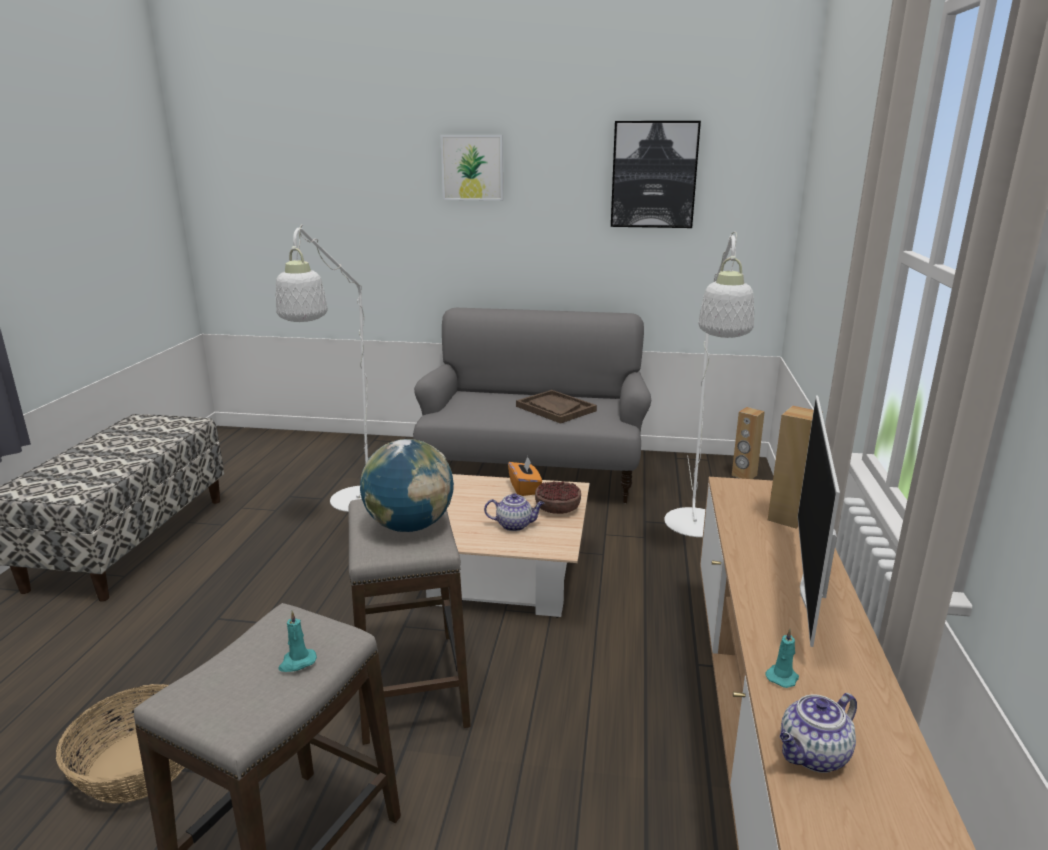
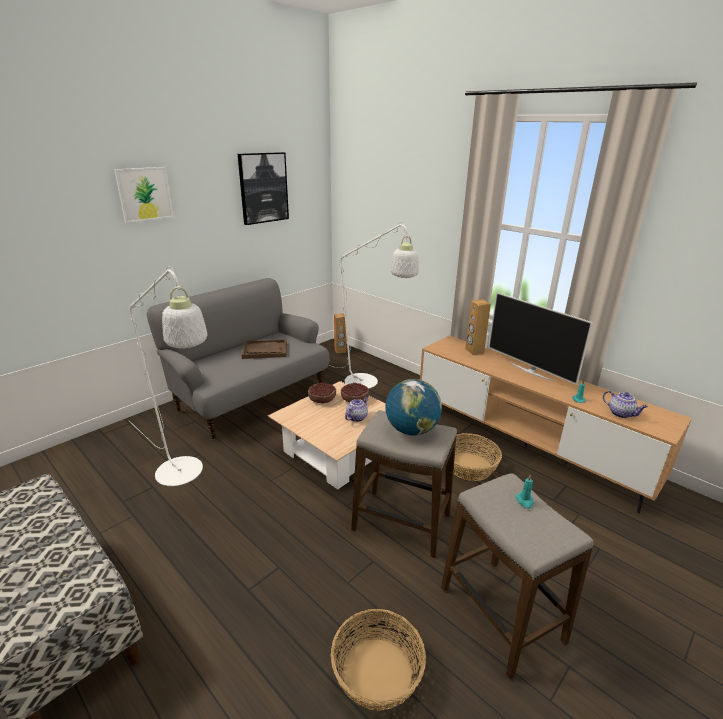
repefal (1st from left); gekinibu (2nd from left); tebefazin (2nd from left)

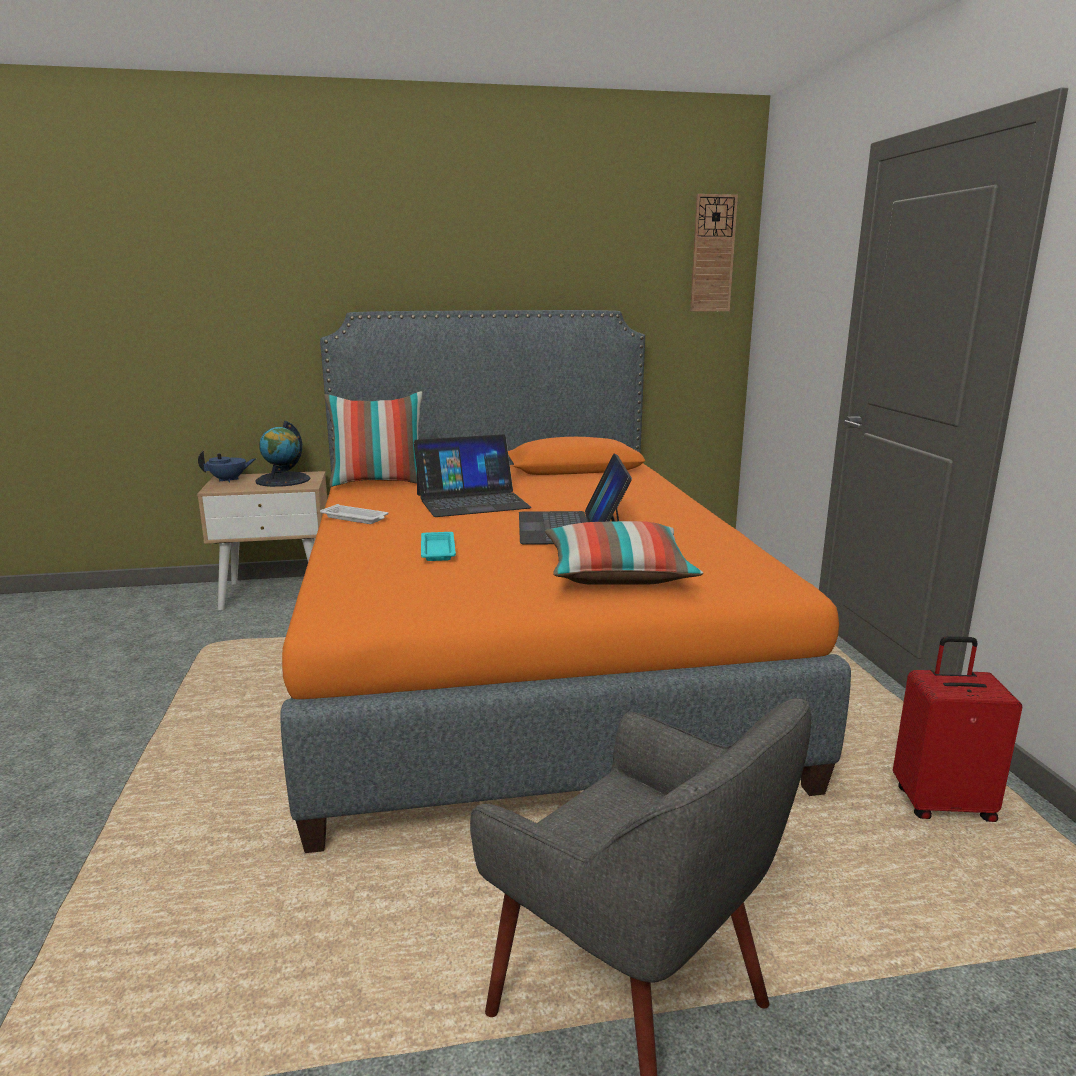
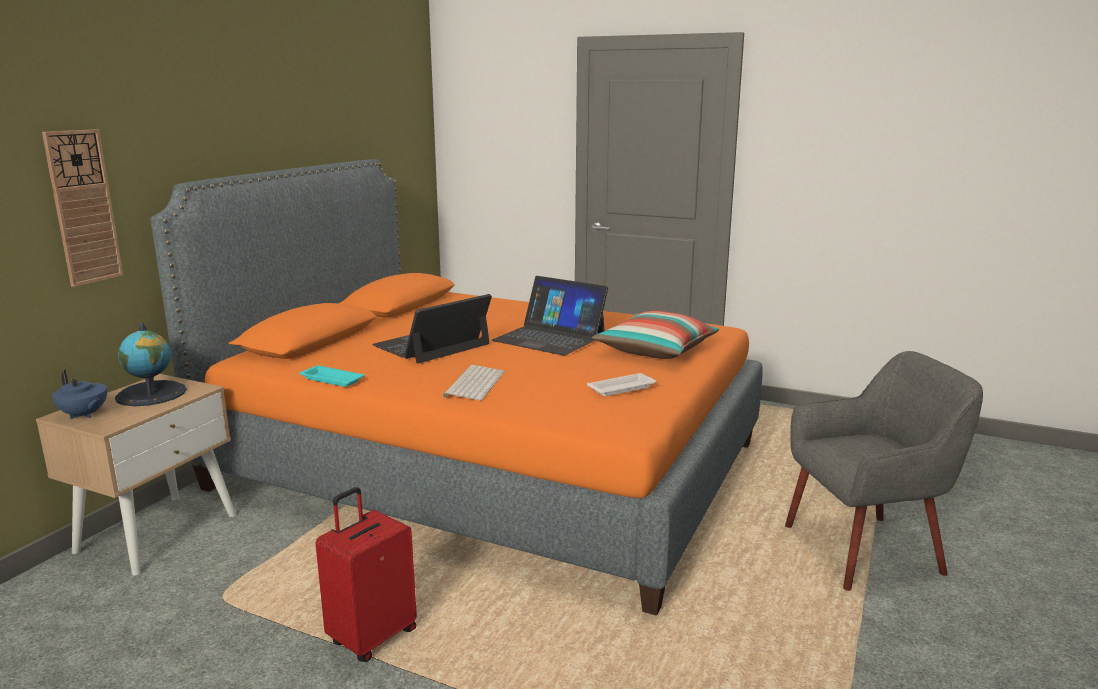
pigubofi; tebefazin (blue); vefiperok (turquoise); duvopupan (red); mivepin (1st from left); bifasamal; vefiperok (white); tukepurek (1st from left in the first image)

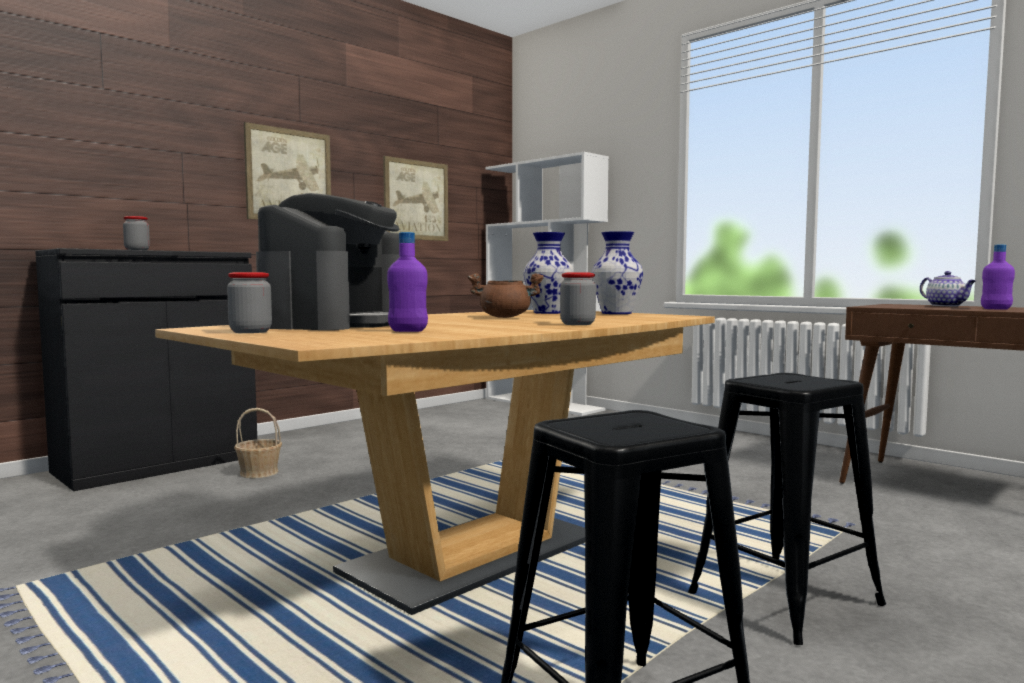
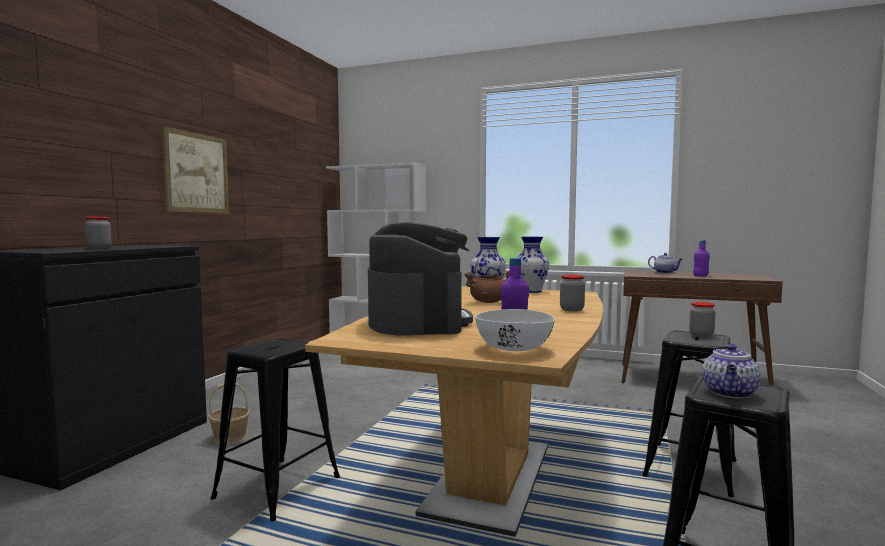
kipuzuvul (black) (1st from left); repefal (white); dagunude (3rd from left); tebefazin (2nd from left); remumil (2nd from left in the first image)

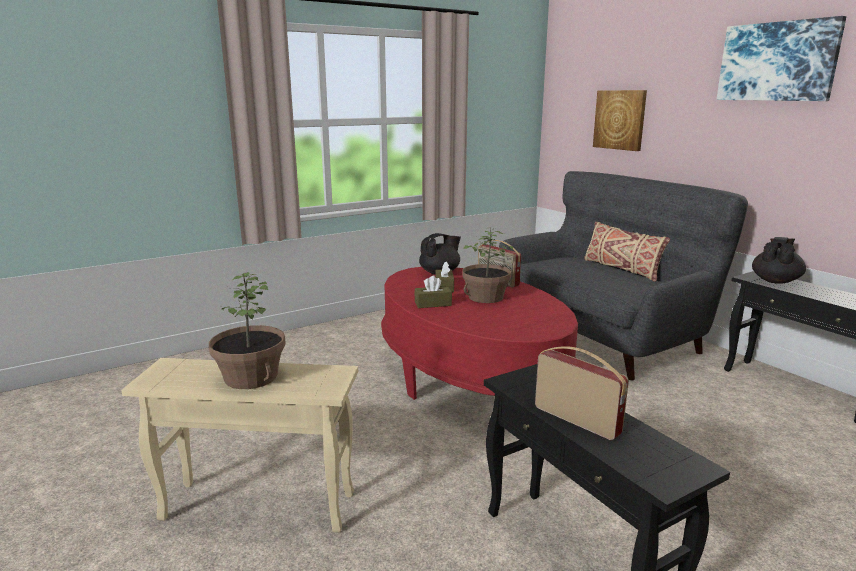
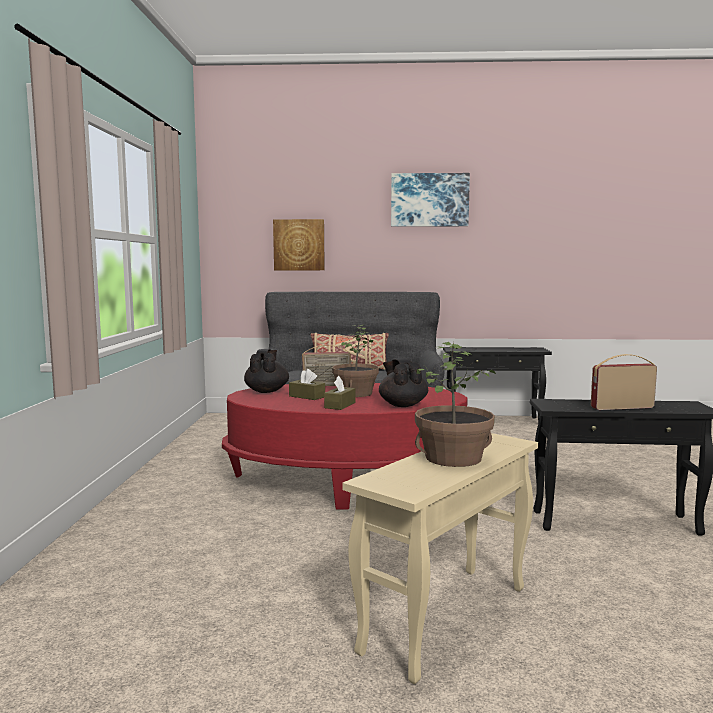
tebefazin (black) (2nd from left)

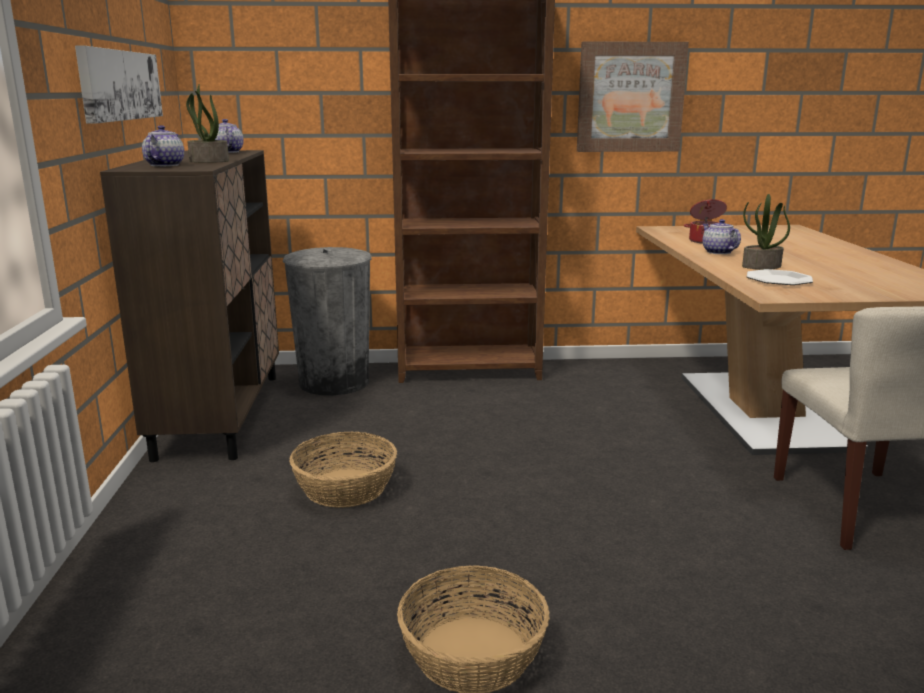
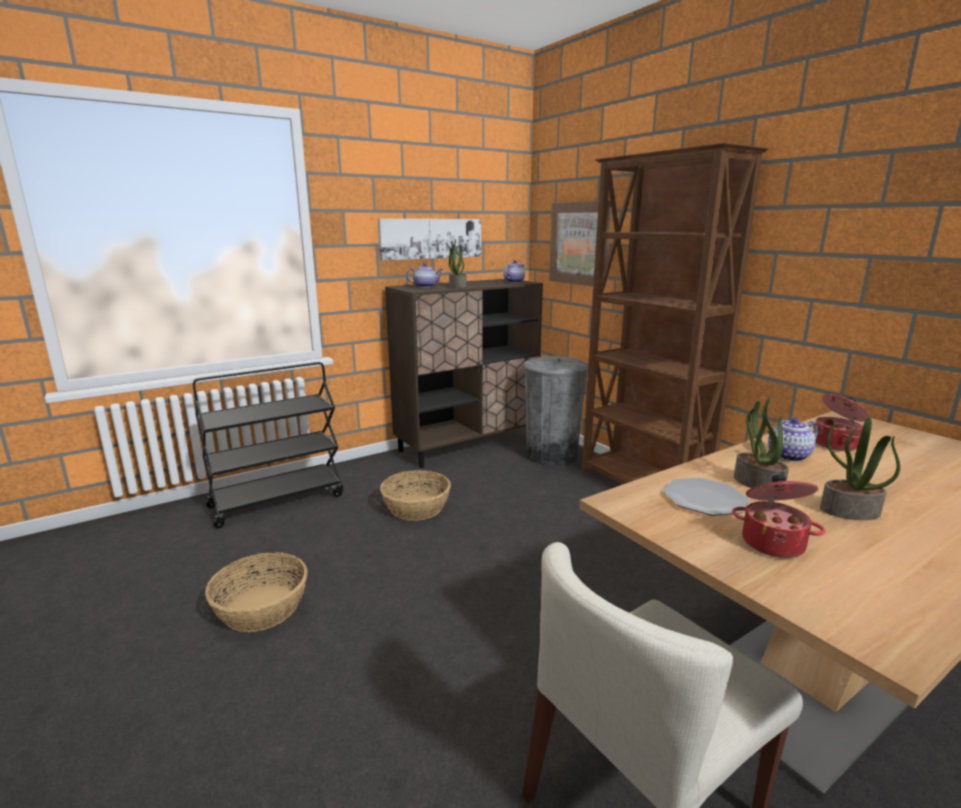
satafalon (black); remumil (2nd from left); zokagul (1st from left); tebefazin (3rd from left); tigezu (3rd from left)

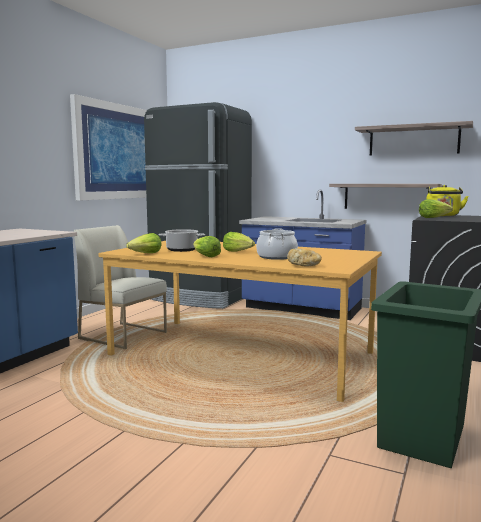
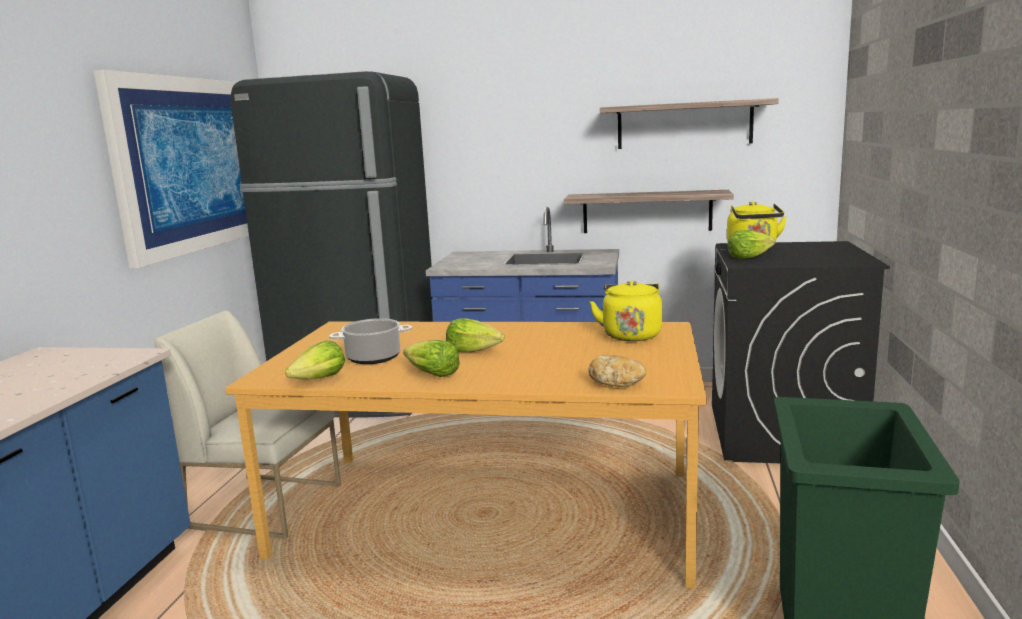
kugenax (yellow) (1st from left); zokagul (2nd from left in the first image)

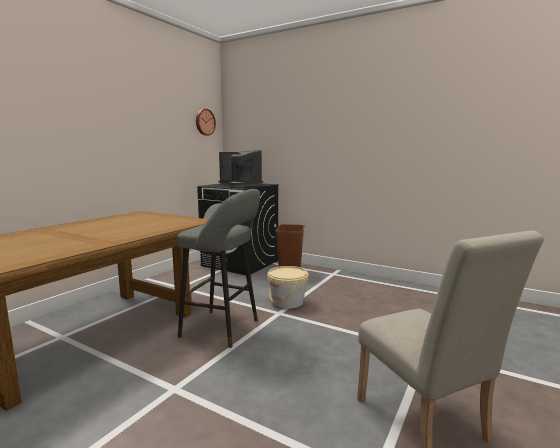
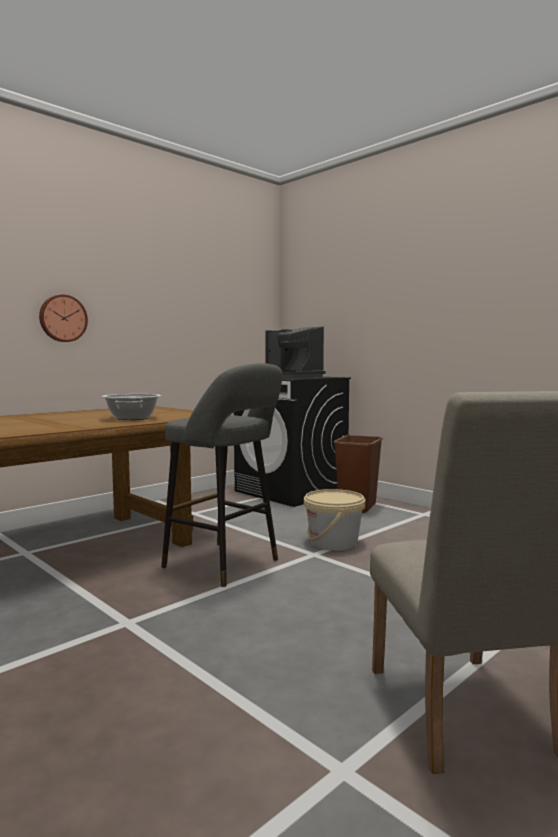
pigubofi; zokagul

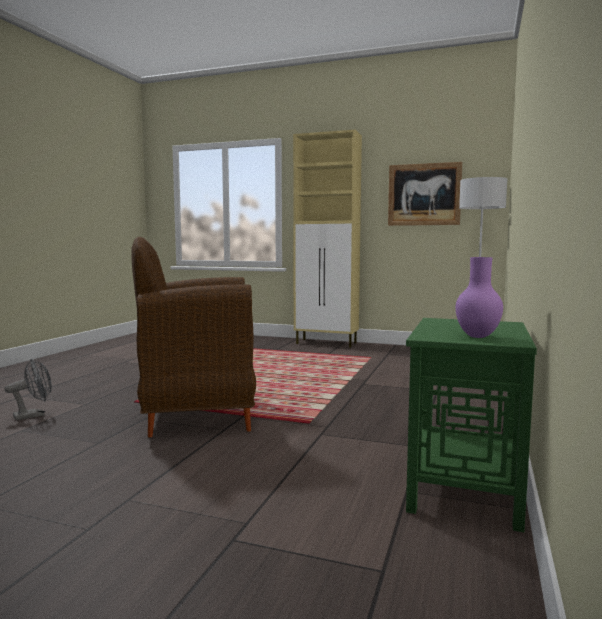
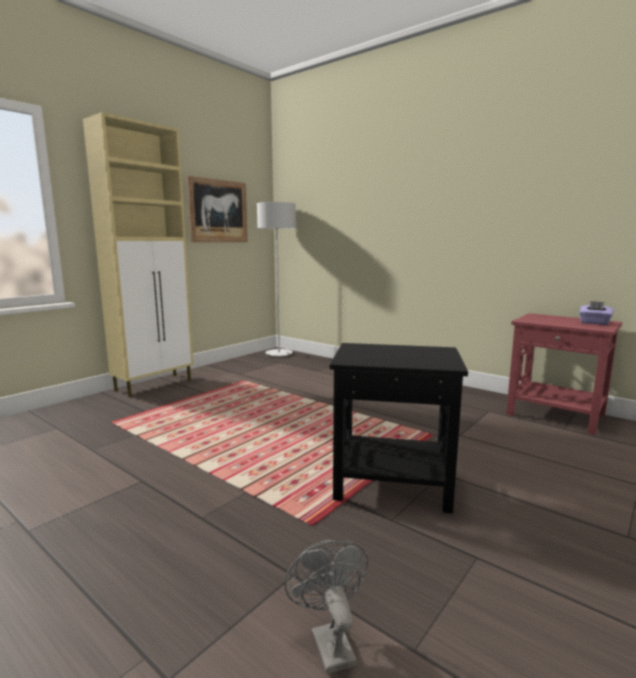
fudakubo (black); fudakubo (red); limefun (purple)

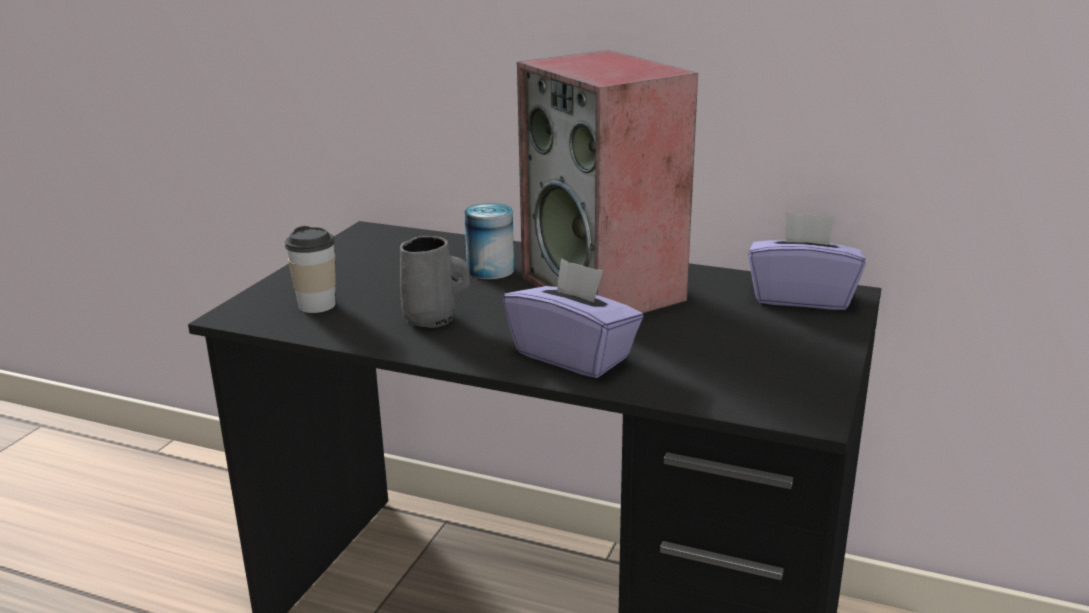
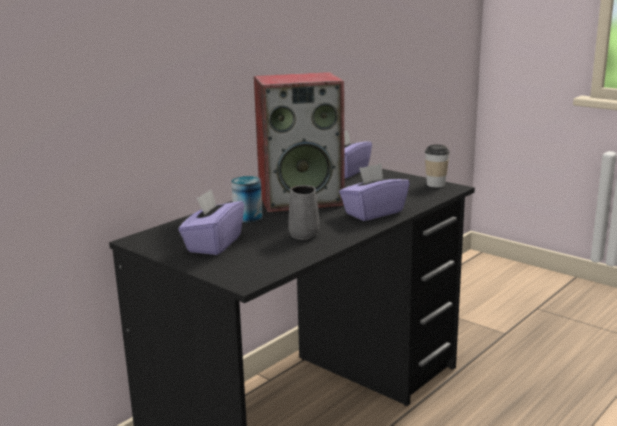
limefun (purple) (1st from left); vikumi

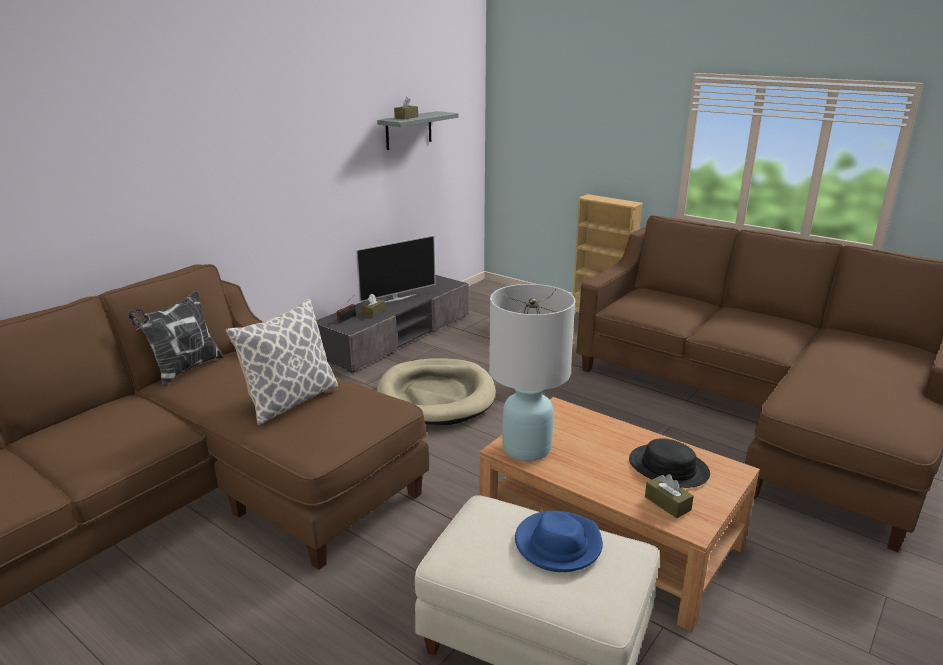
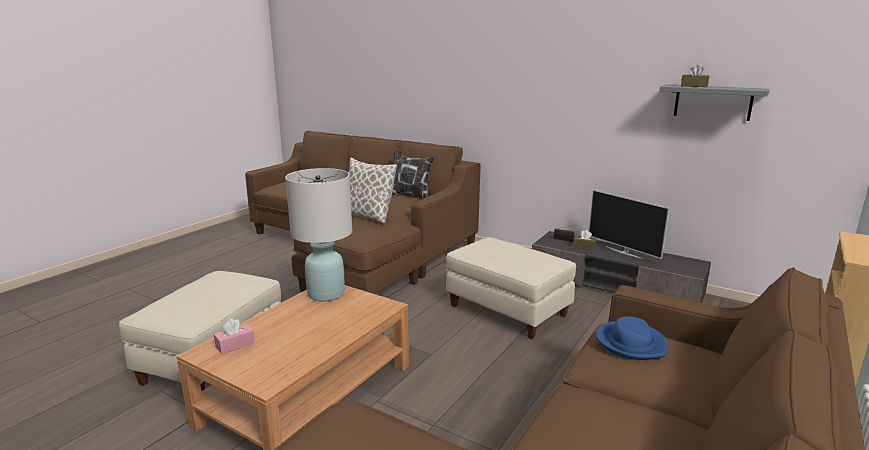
limefun (pink); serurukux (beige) (2nd from left); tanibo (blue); tanibo (black)

